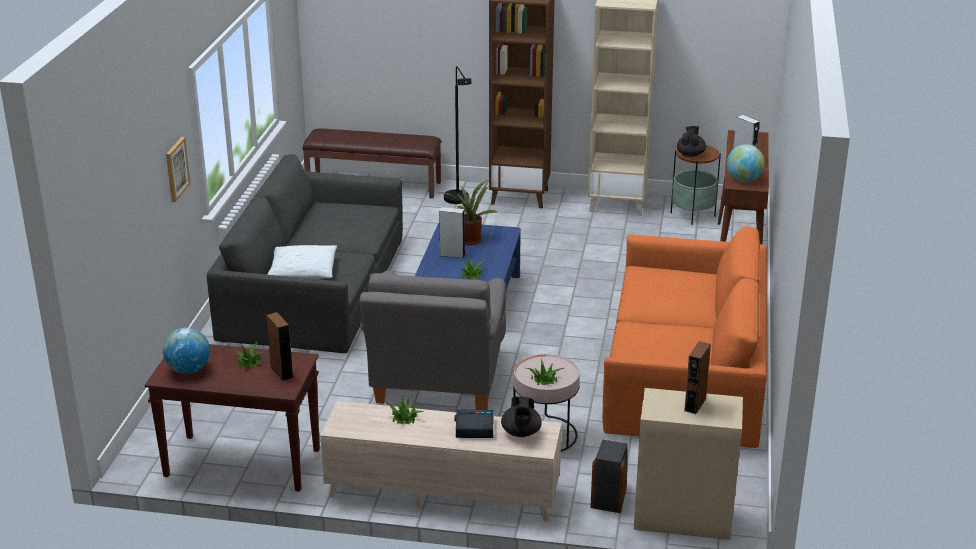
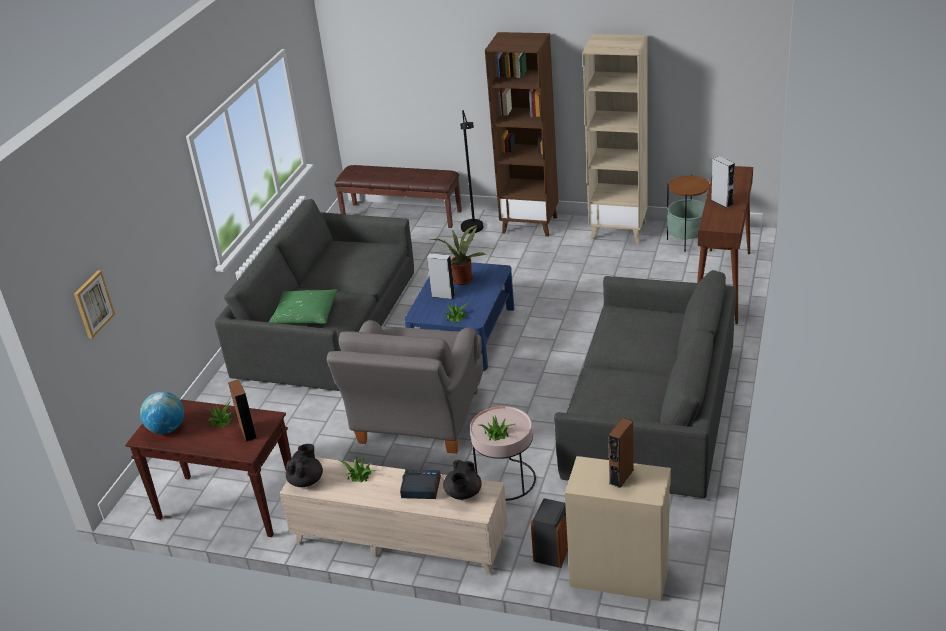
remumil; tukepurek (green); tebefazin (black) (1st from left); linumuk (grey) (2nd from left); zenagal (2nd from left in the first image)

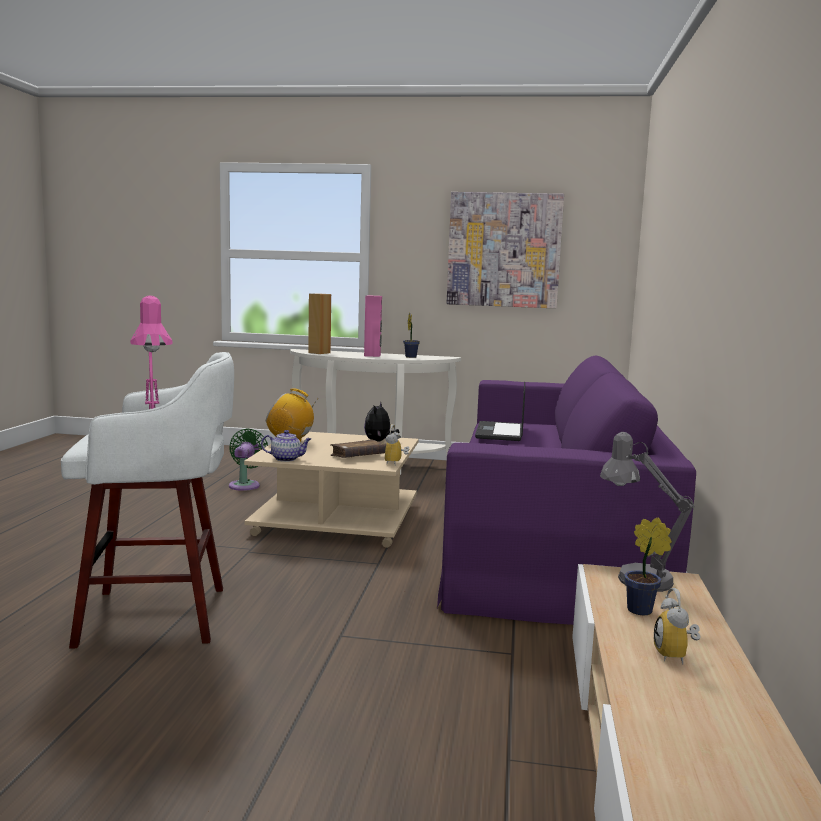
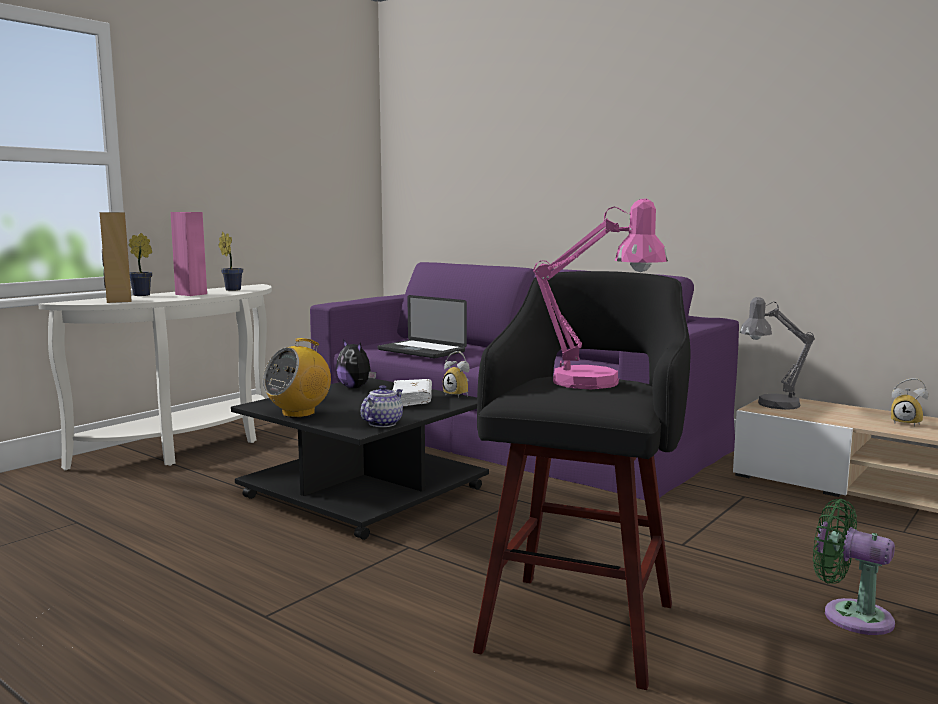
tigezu (1st from left); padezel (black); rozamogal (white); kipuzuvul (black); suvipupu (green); remumil

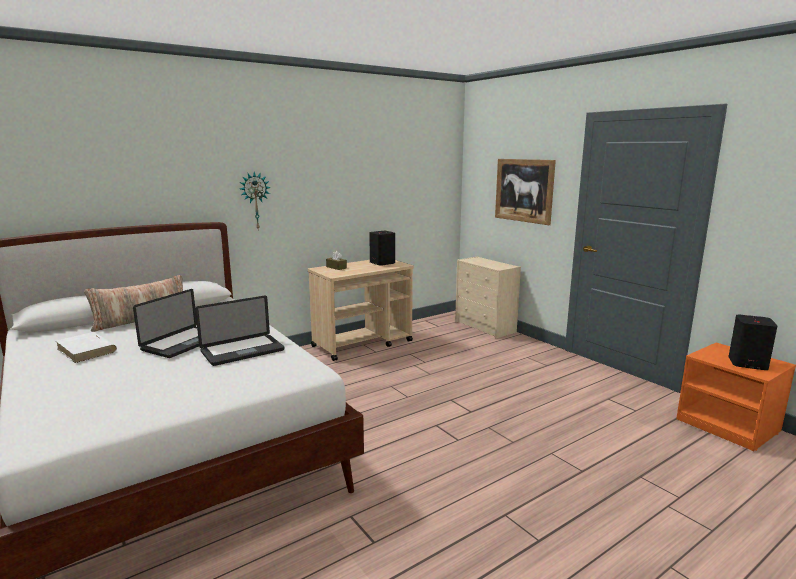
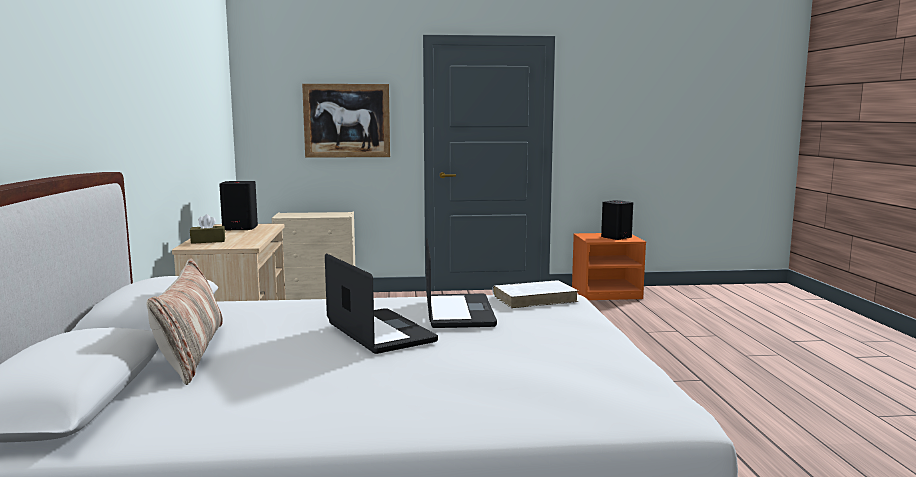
rozamogal (white); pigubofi

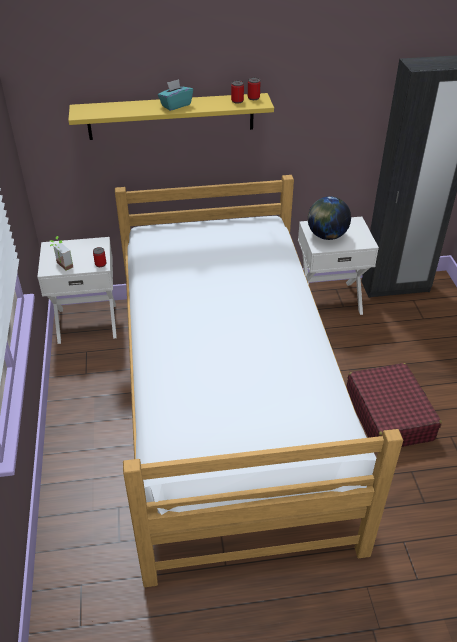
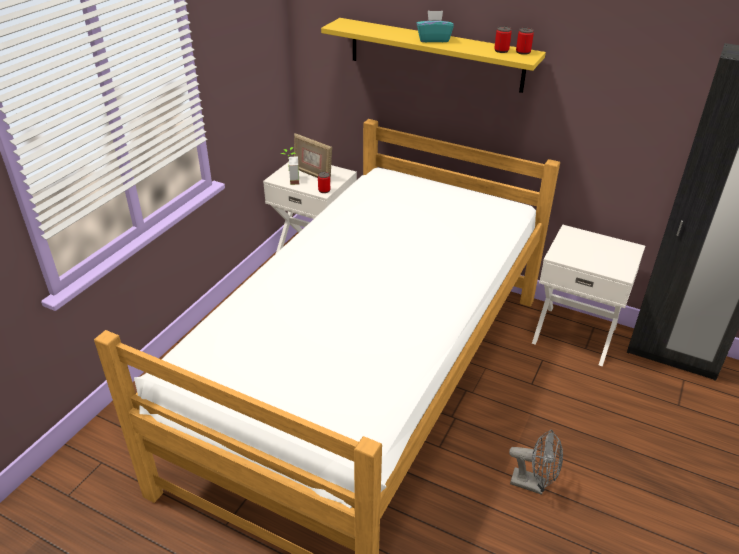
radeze; suvipupu (grey); zenagal

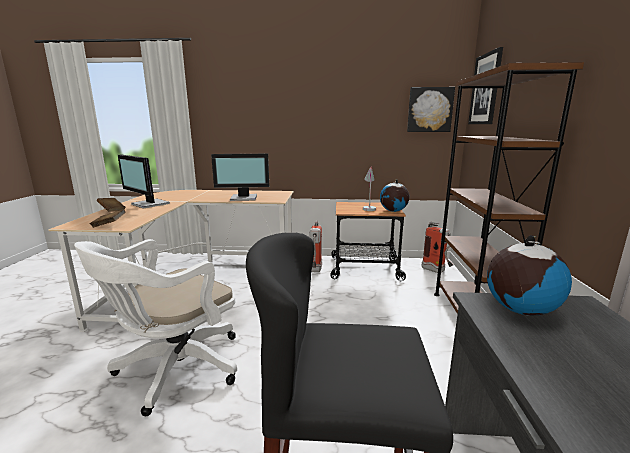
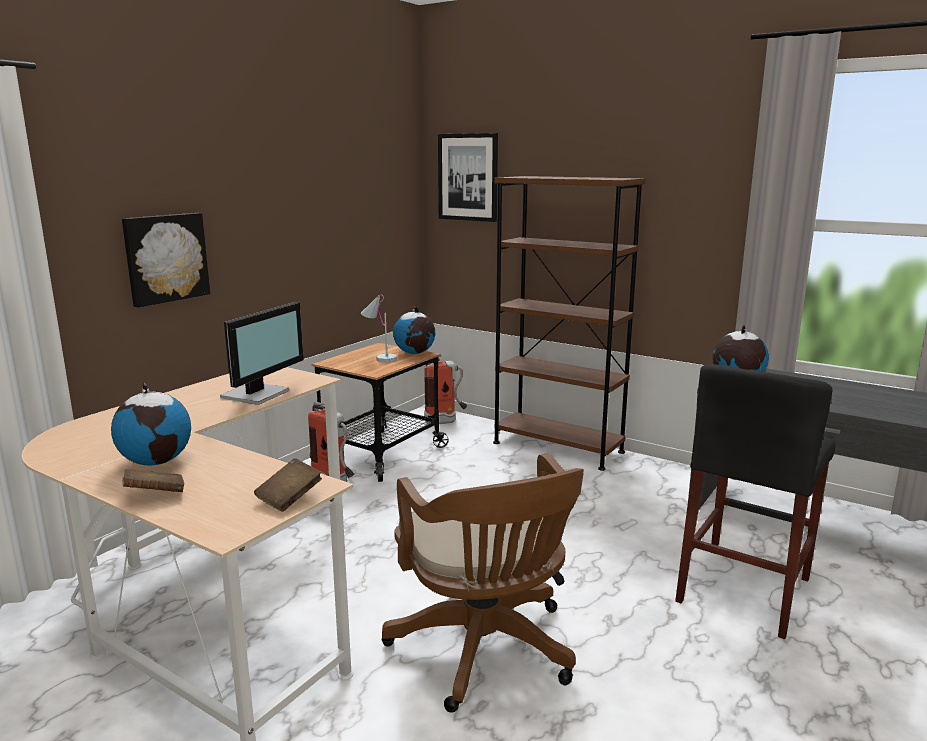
zenagal (1st from left); remumil (1st from left); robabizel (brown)

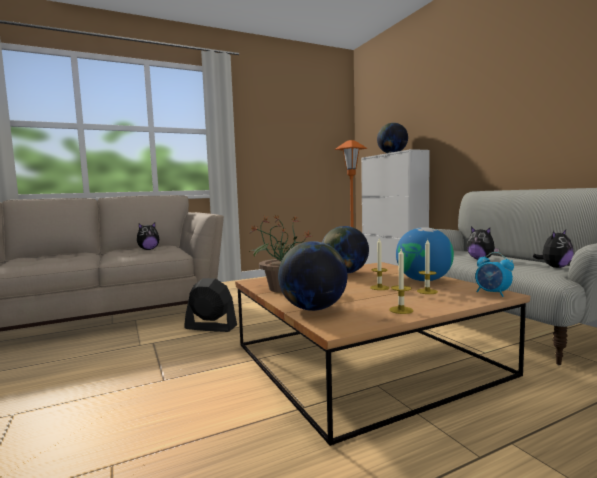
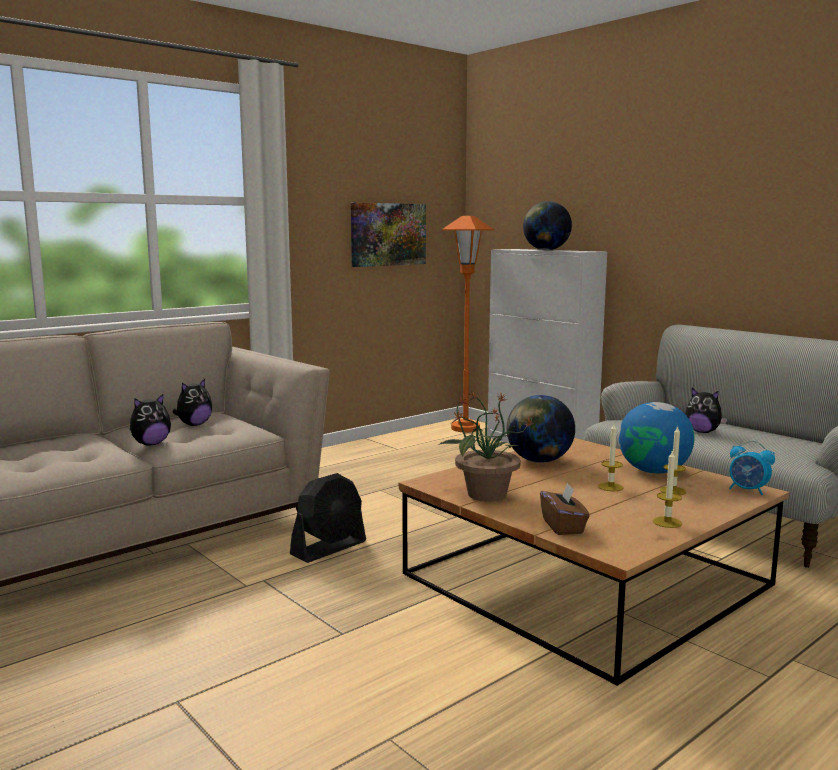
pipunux (1st from left); suvipupu (black); remumil; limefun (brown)

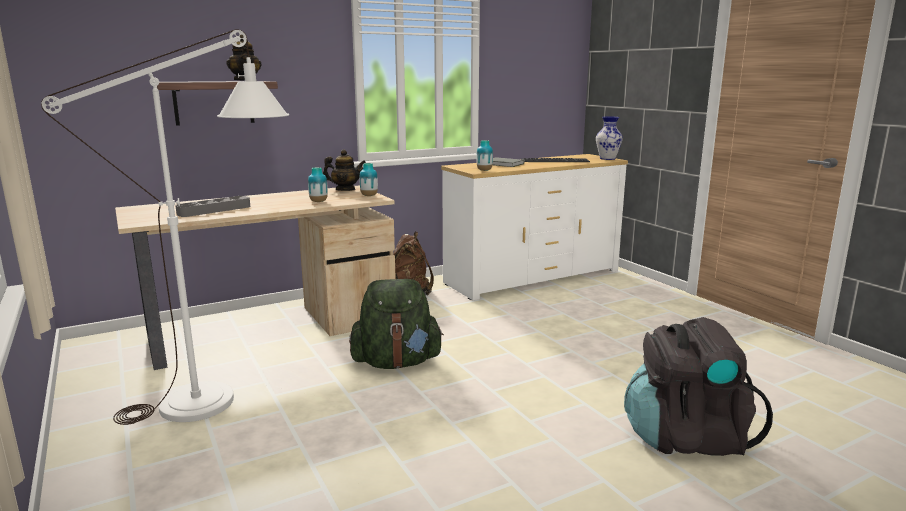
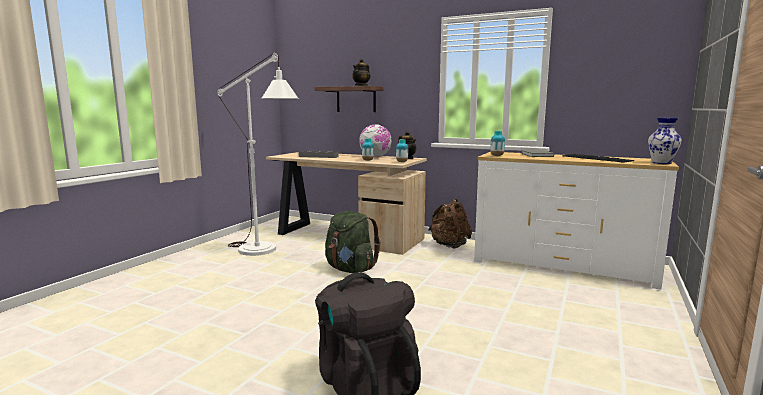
zenagal

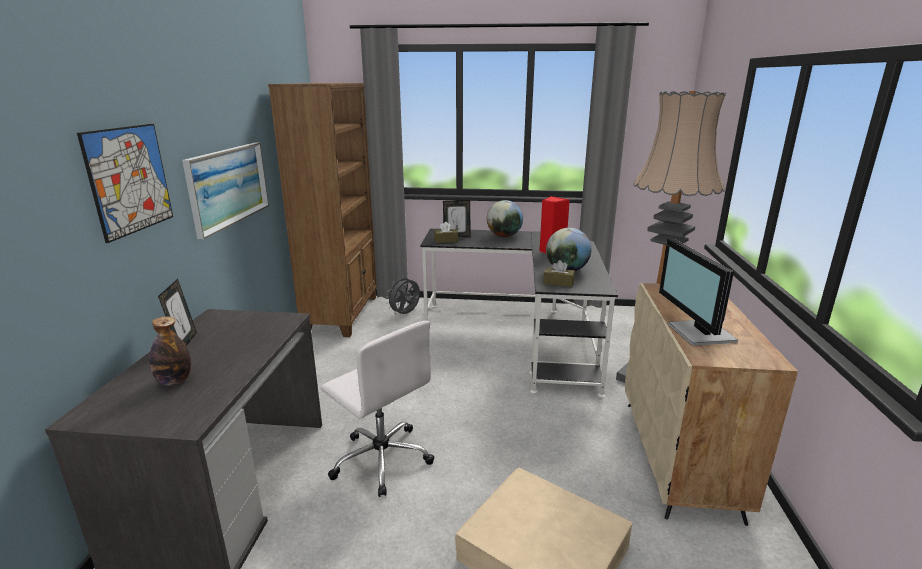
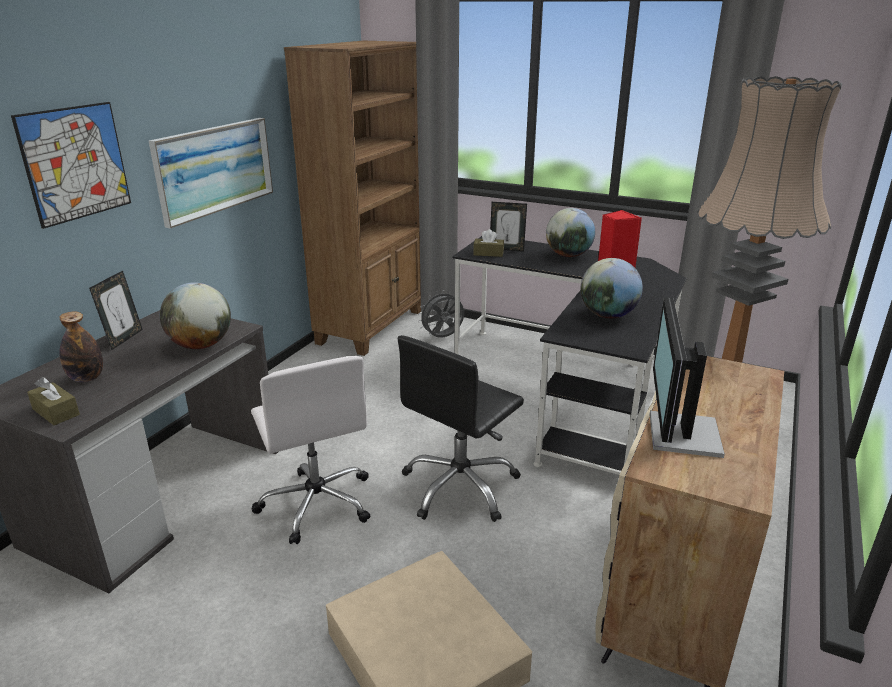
limefun (brown) (1st from left); zenagal (1st from left); robabizel (black)

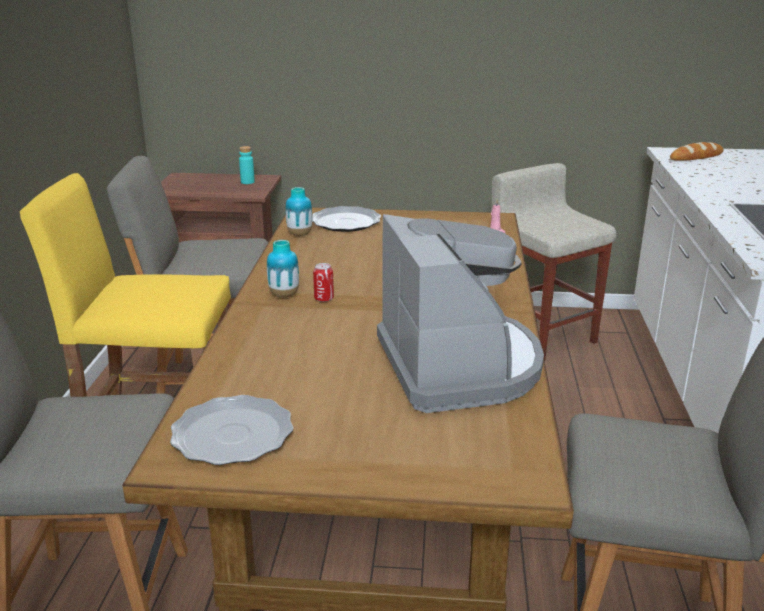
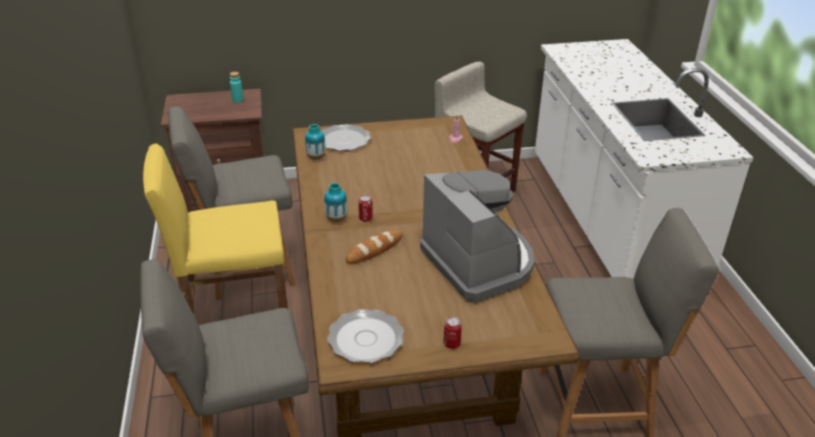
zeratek; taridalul (2nd from left)

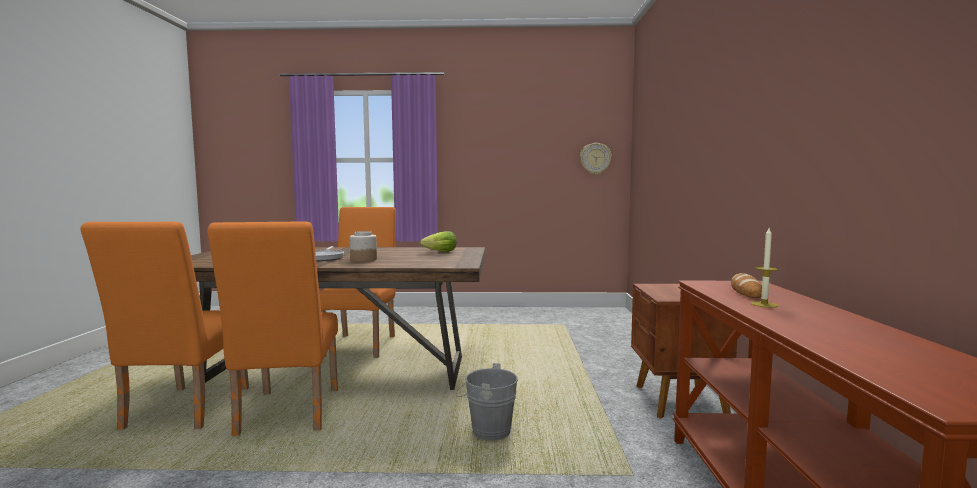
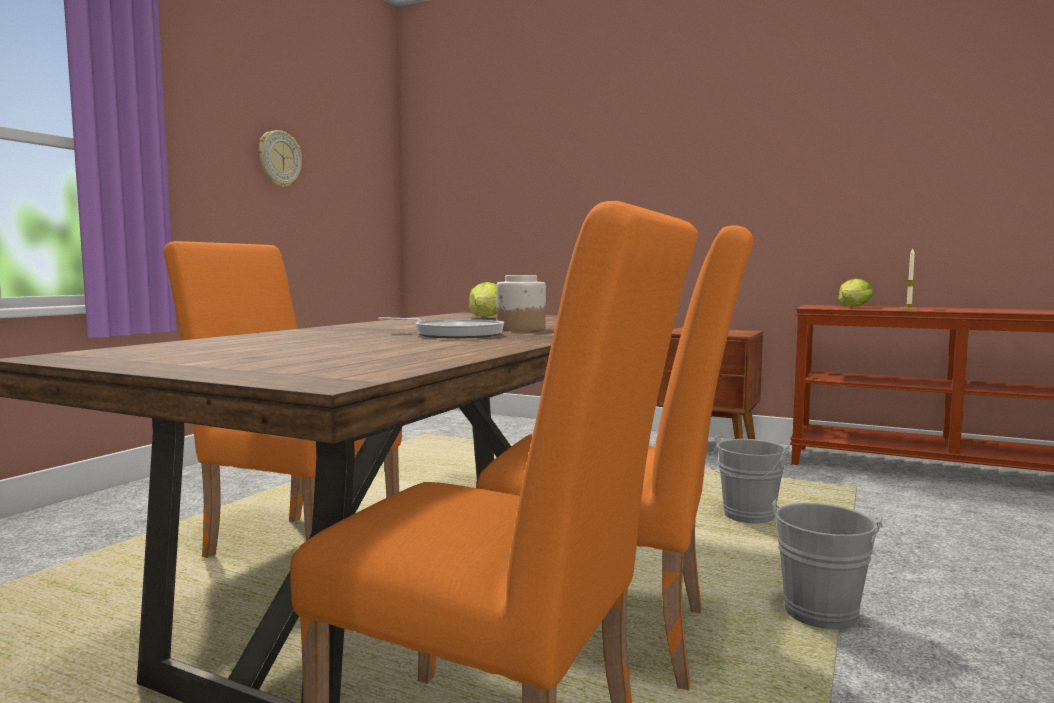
pigubofi; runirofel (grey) (2nd from left); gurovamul (2nd from left)

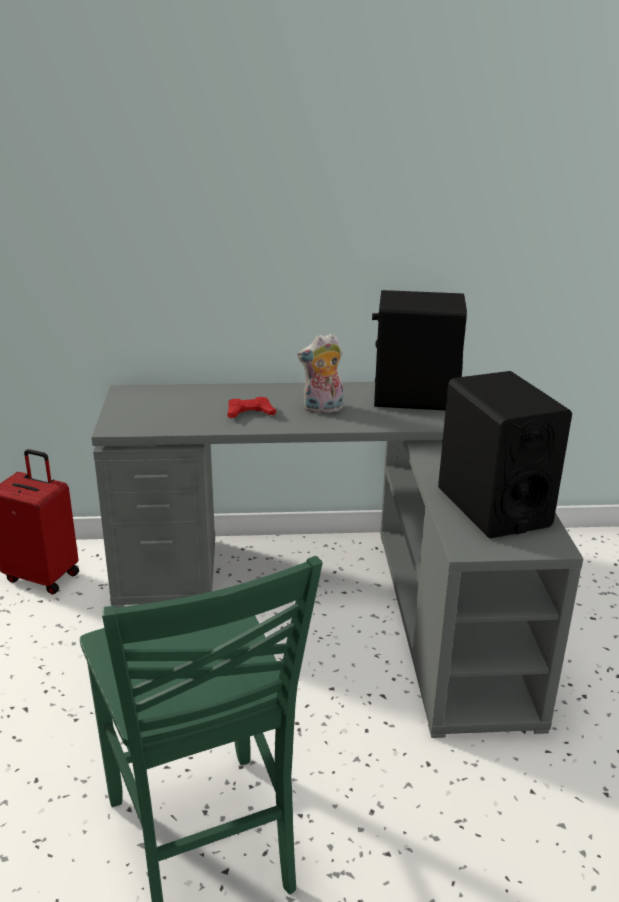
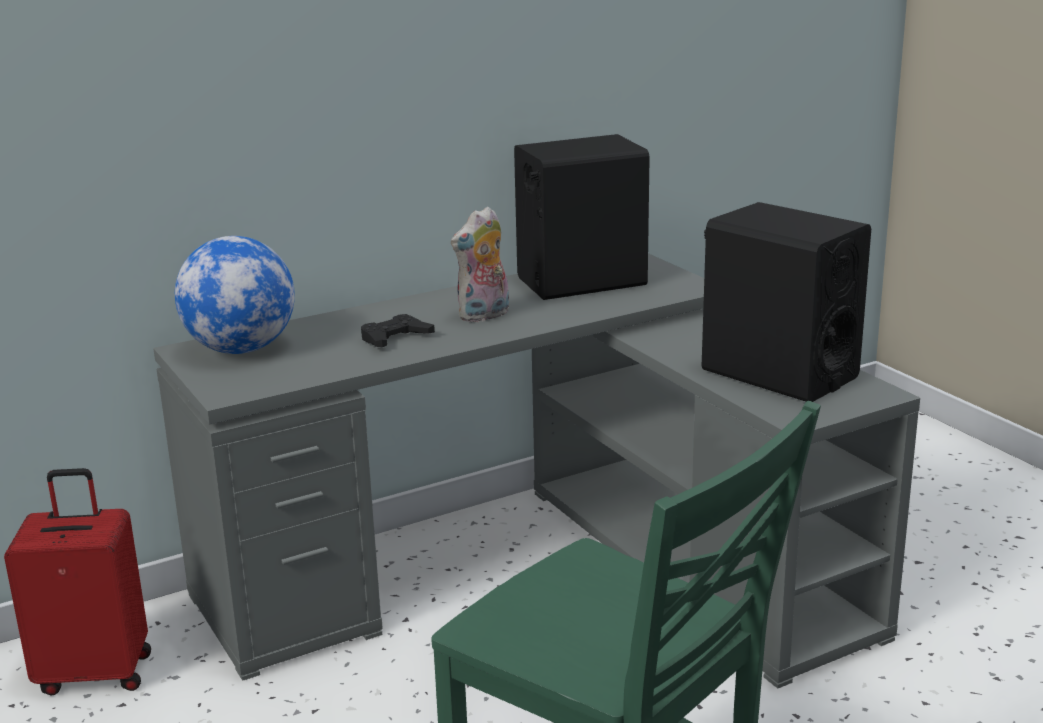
zenagal; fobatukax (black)

